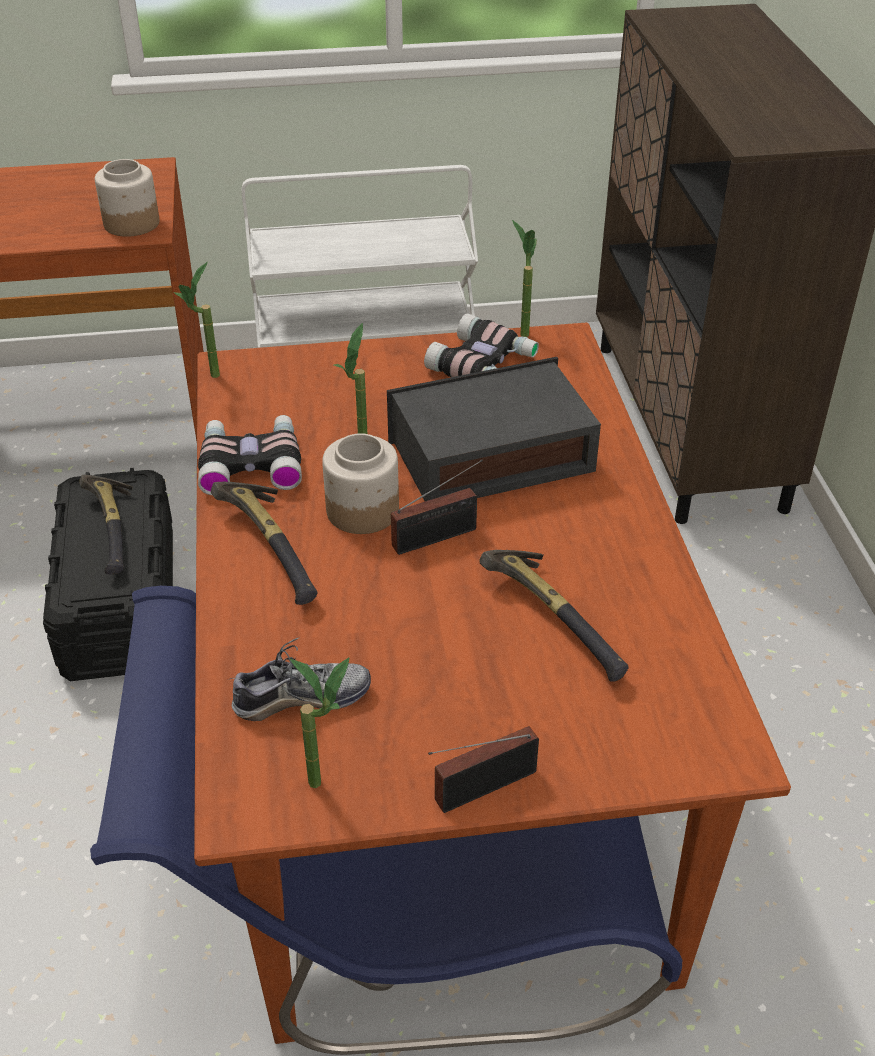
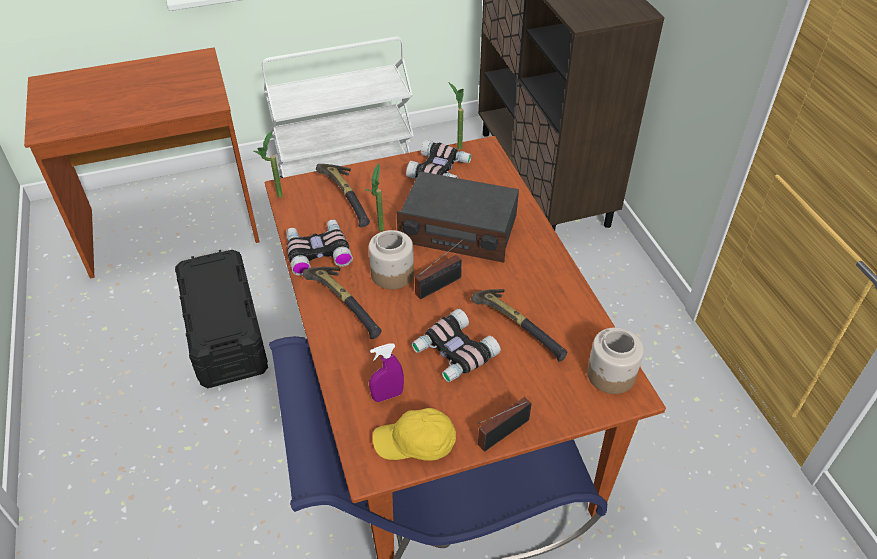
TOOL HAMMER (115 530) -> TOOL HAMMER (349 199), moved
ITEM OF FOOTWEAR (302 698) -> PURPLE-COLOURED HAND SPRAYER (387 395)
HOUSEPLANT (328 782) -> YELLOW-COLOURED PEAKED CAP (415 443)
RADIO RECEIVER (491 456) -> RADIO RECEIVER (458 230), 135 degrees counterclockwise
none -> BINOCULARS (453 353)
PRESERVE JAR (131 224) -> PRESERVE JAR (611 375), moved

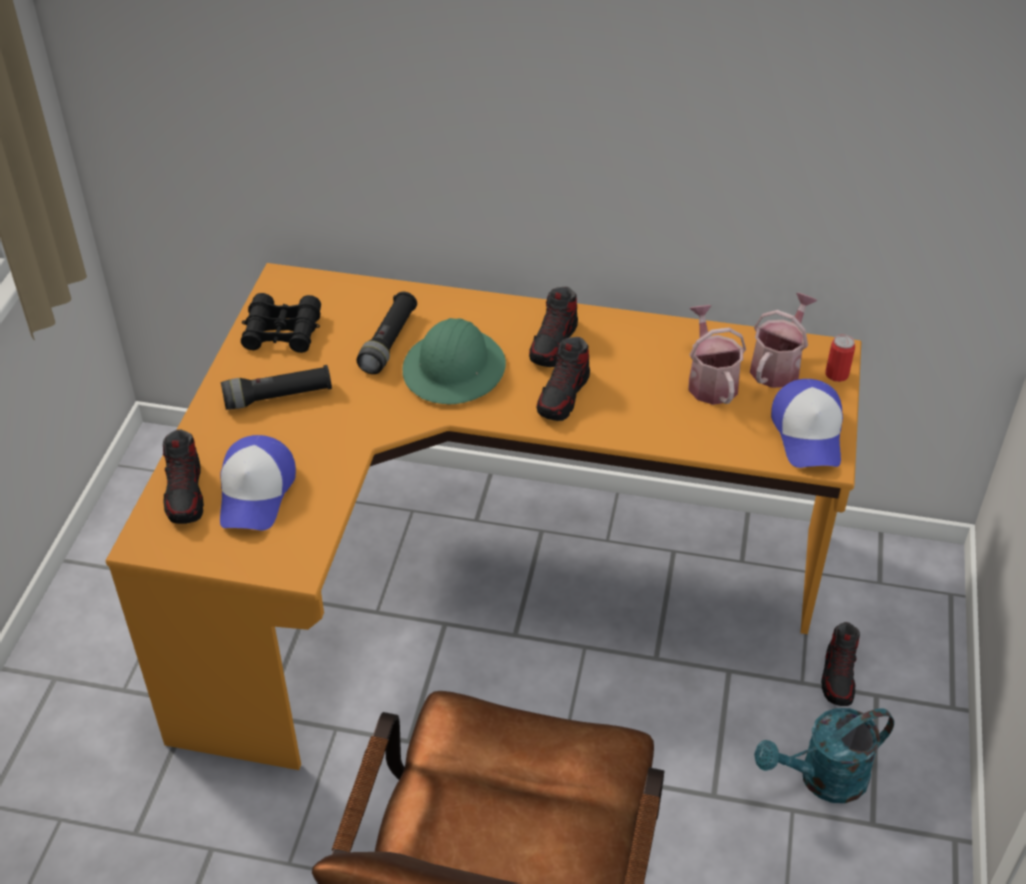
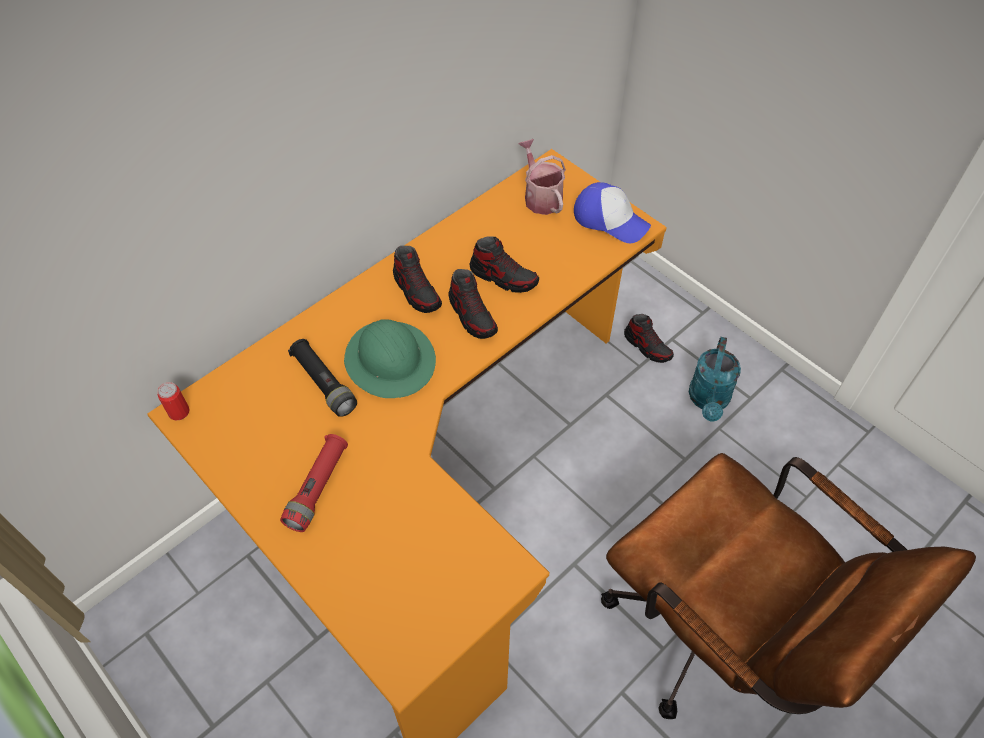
METAL CAN (836 374) -> METAL CAN (179 412), moved
BLACKISH TORCH (278 397) -> REDDISH TORCH (318 488)
ITEM OF FOOTWEAR (185 494) -> ITEM OF FOOTWEAR (503 277), moved
PEAKED CAP (256 493) -> none
BLACKISH BINOCULARS (282 332) -> none
WATERING POT (710 381) -> none

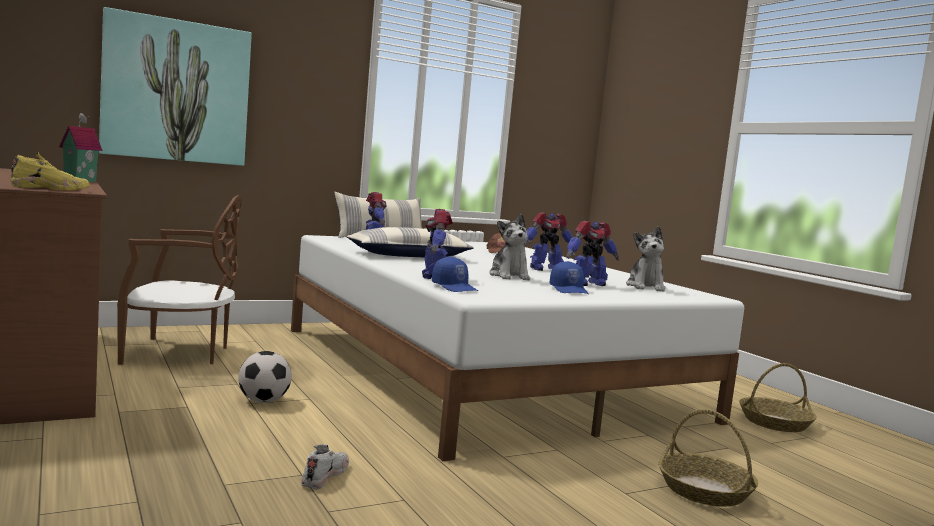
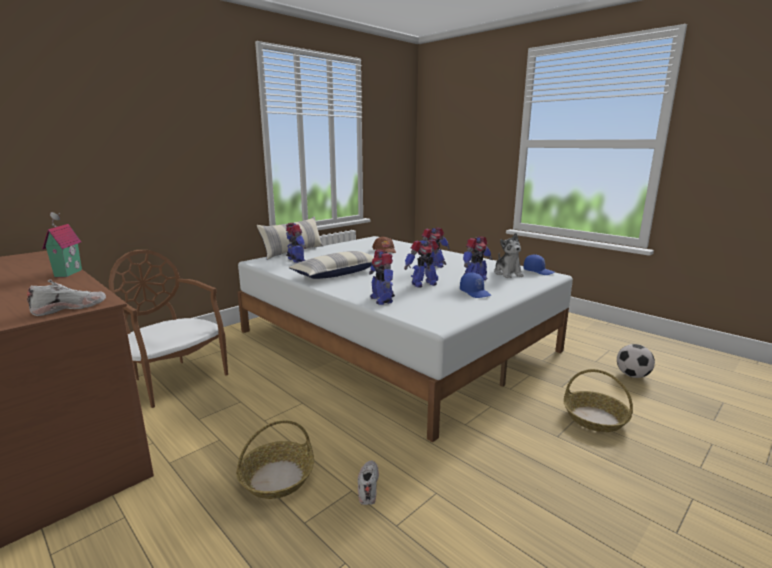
YELLOW-COLOURED ITEM OF FOOTWEAR (50 189) -> WHITISH ITEM OF FOOTWEAR (70 308)
BROWN CHAIR (180 353) -> BROWN CHAIR (175 379), 120 degrees counterclockwise
STORAGE BASKET (775 422) -> STORAGE BASKET (277 477), moved
PLUSH TOY (509 276) -> TOY ROBOT (423 284)
BLUISH PEAKED CAP (455 288) -> BLUISH PEAKED CAP (538 271), moved
FOOTBALL BALL (263 401) -> FOOTBALL BALL (632 375), moved
PICTURE (176 91) -> none

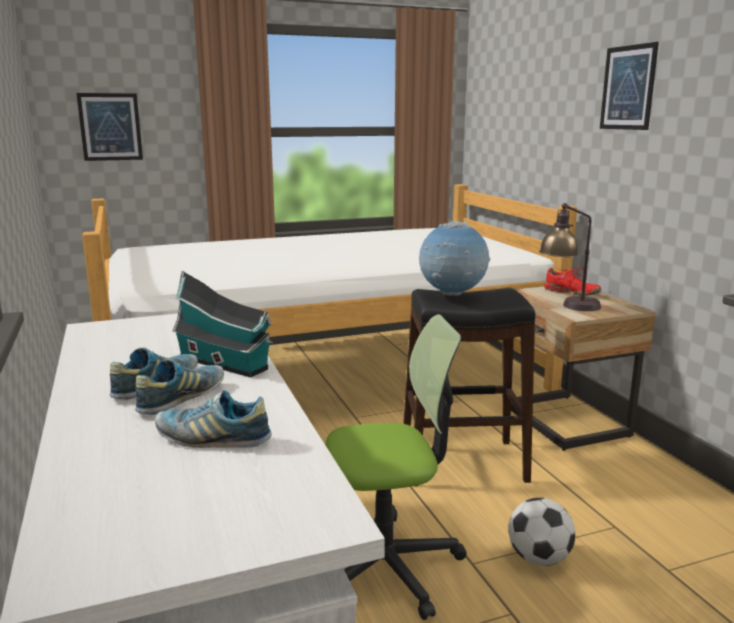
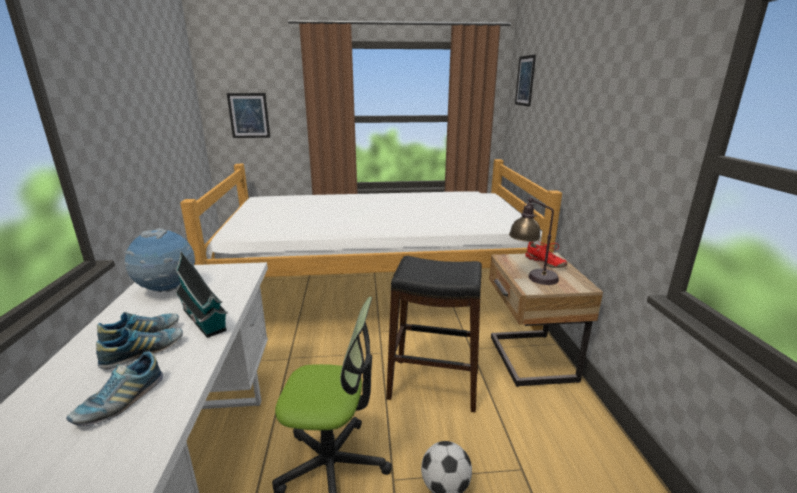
ITEM OF FOOTWEAR (212 439) -> ITEM OF FOOTWEAR (121 402), 90 degrees counterclockwise
GLOBE (452 295) -> GLOBE (168 290), moved
PICTURE (628 88) -> PICTURE (525 81), moved

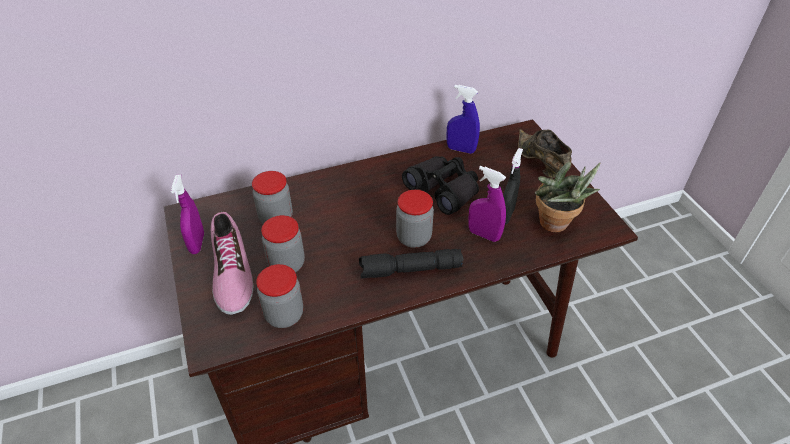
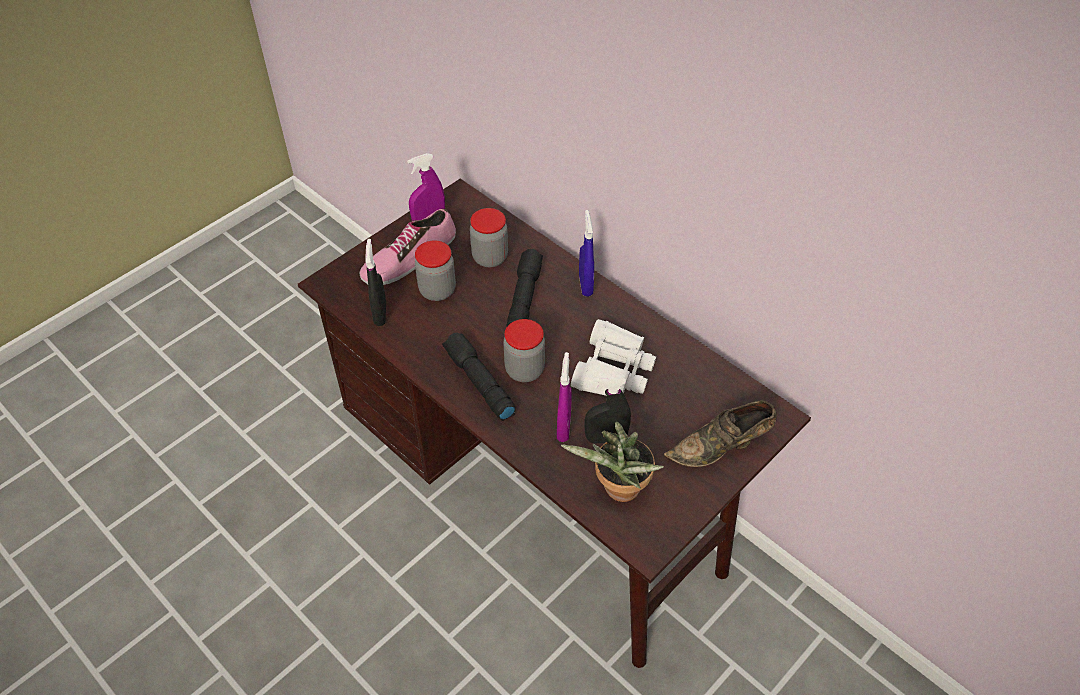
PRESERVE JAR (284 315) -> BLACKISH HAND SPRAYER (380 314)
none -> BLACKISH TORCH (523 298)
BLACKISH BINOCULARS (443 189) -> WHITISH BINOCULARS (613 370)
BLUISH HAND SPRAYER (461 149) -> BLUISH HAND SPRAYER (585 285), moved
BROWN ITEM OF FOOTWEAR (540 164) -> BROWN ITEM OF FOOTWEAR (721 448), 150 degrees counterclockwise

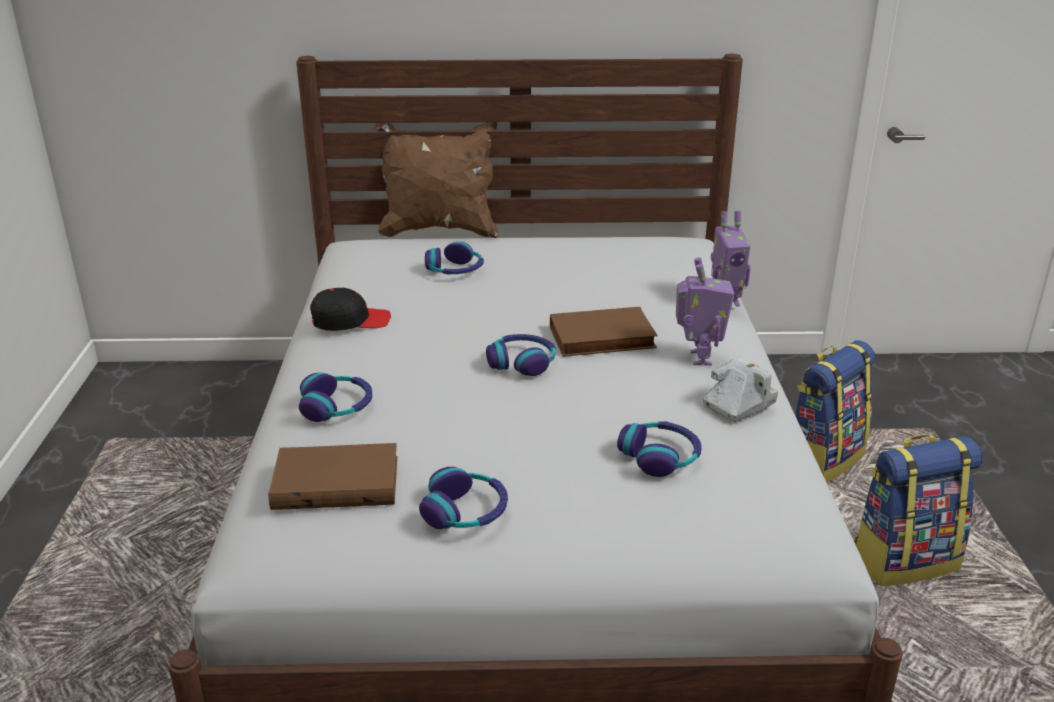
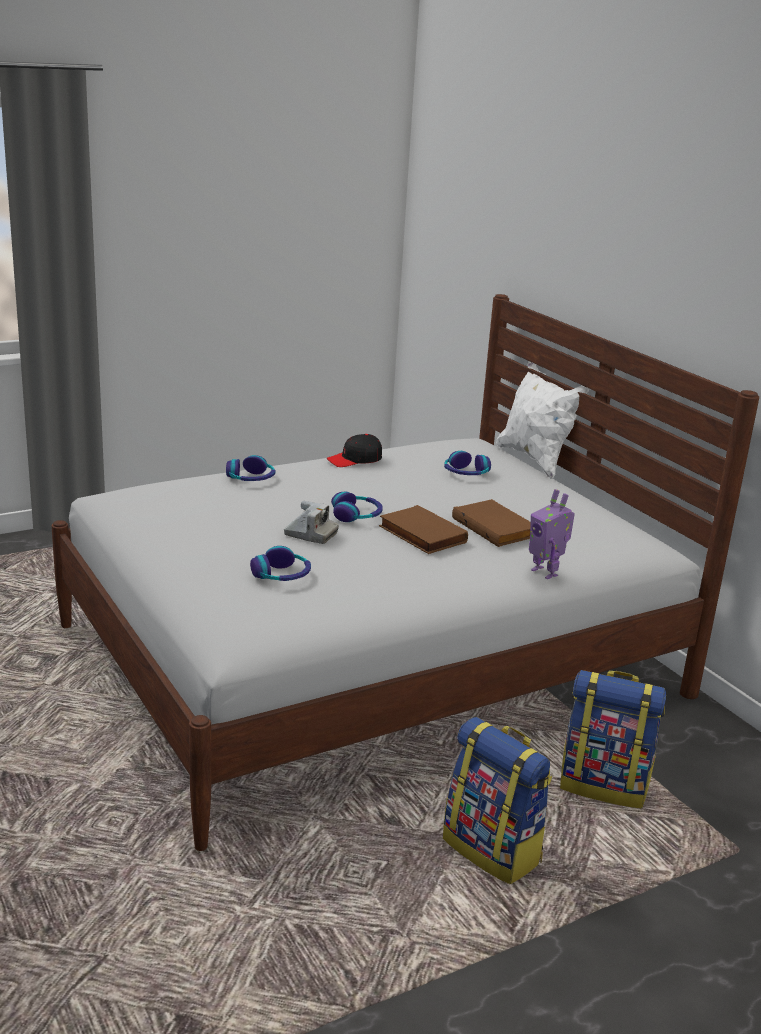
PHOTO CAMERA (739 404) -> PHOTO CAMERA (310 534), moved
BLACKISH PEAKED CAP (350 321) -> BLACKISH PEAKED CAP (355 460), 105 degrees clockwise
BROWN BOUND BOOK (337 481) -> BROWN BOUND BOOK (496 527), moved
BROWN THROW PILLOW (439 230) -> WHITISH THROW PILLOW (535 460)
HEADSET (465 512) -> none
TOY ROBOT (698 358) -> none

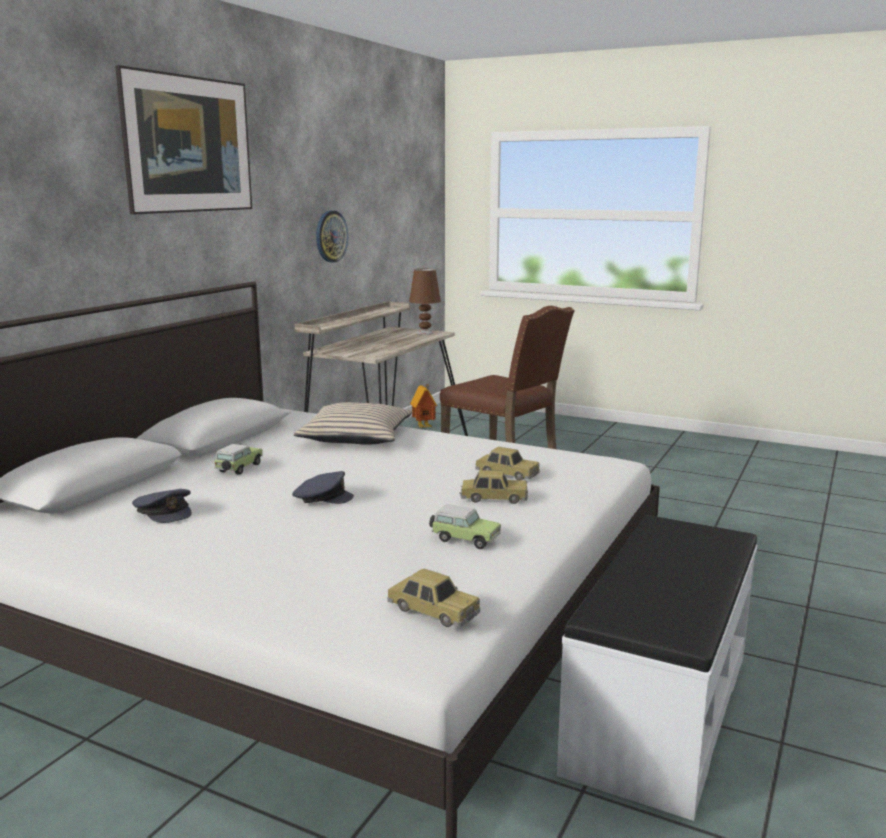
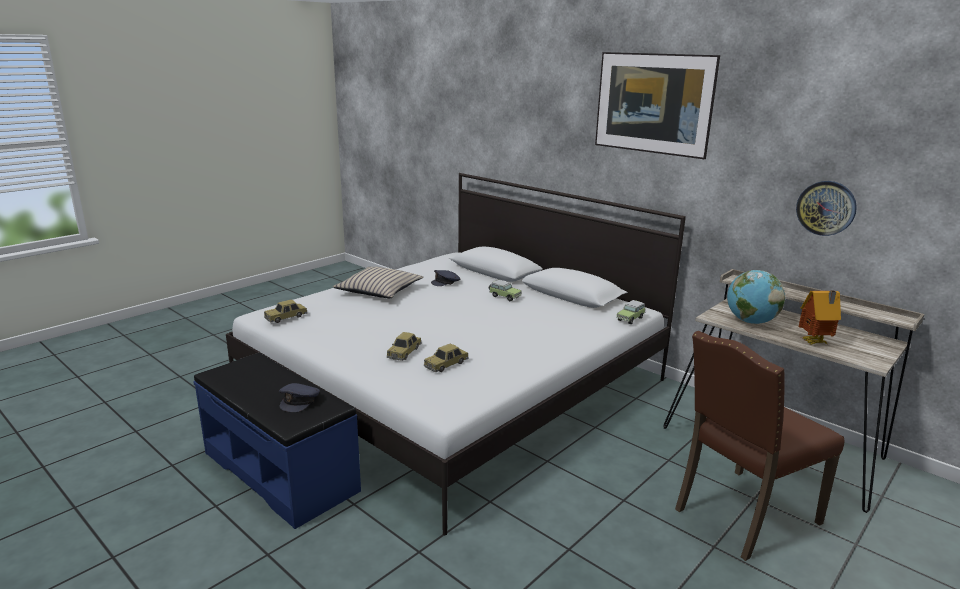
WHITISH BENCH (657 711) -> BLUISH BENCH (281 471)
GREYISH PEAKED CAP (322 498) -> GREYISH PEAKED CAP (299 401), moved
BEIGE-COLOURED THROW PILLOW (356 437) -> BEIGE-COLOURED THROW PILLOW (379 291), moved
MODEL CAR (464 539) -> MODEL CAR (631 318), moved
none -> GLOBE (750 322)
TOY HOUSE (424 427) -> TOY HOUSE (815 343), moved
BROWN TABLETOP LAMP (425 333) -> none

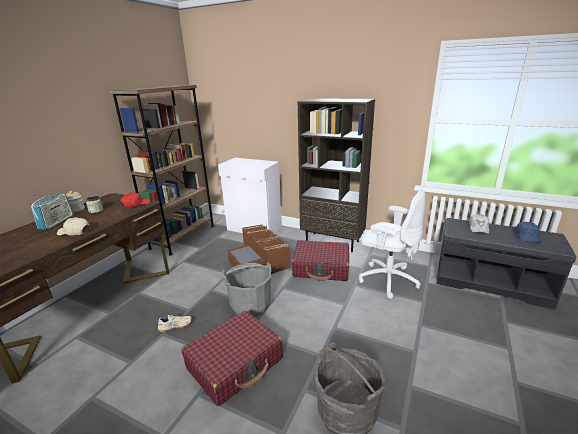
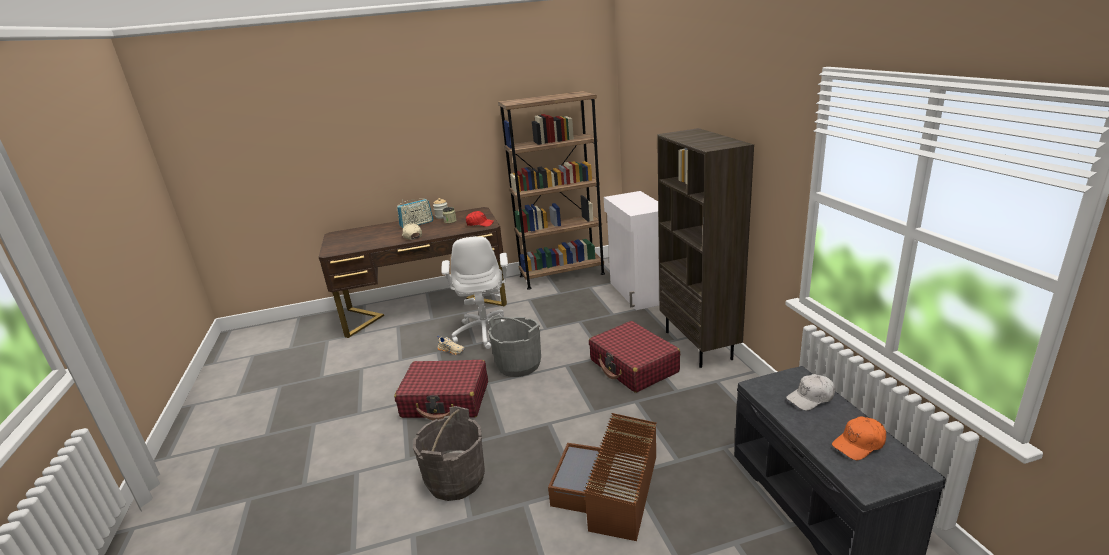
WHITISH DESK CHAIR (387 279) -> WHITISH DESK CHAIR (485 331), moved
BROWN STORAGE CONTAINER (260 260) -> BROWN STORAGE CONTAINER (610 490), moved
BLUISH PEAKED CAP (527 236) -> ORANGE-COLOURED PEAKED CAP (859 444)

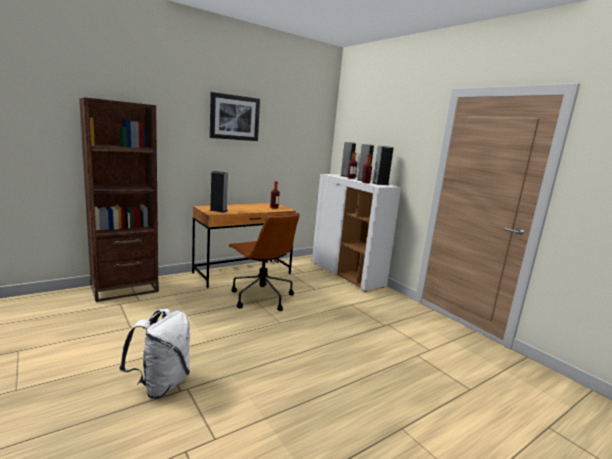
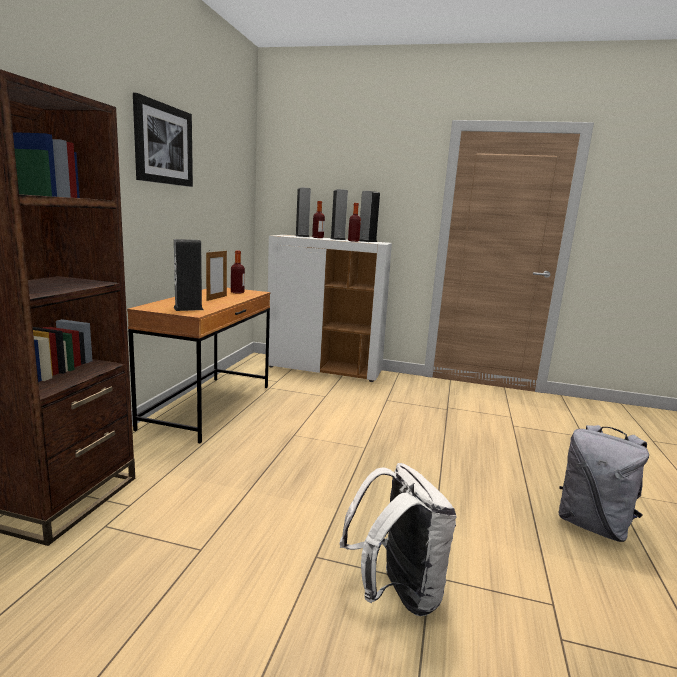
none -> STANDING FRAME (216 298)
none -> GREYISH RUCKSACK (593 525)
BROWN DESK CHAIR (261 297) -> none

